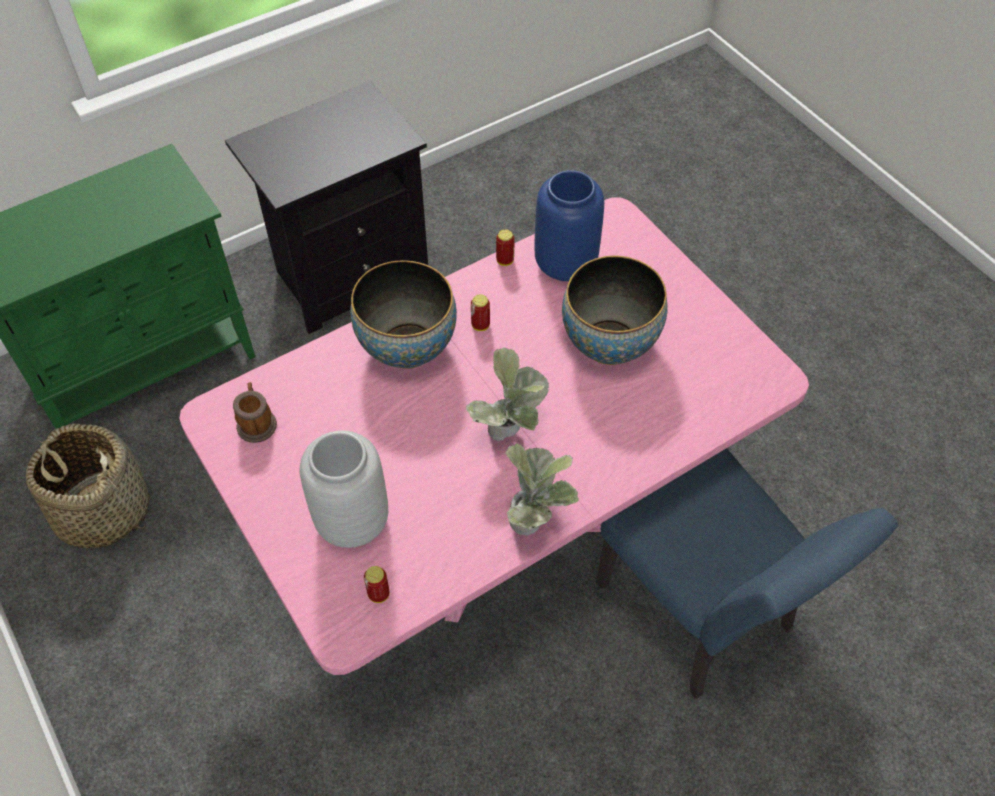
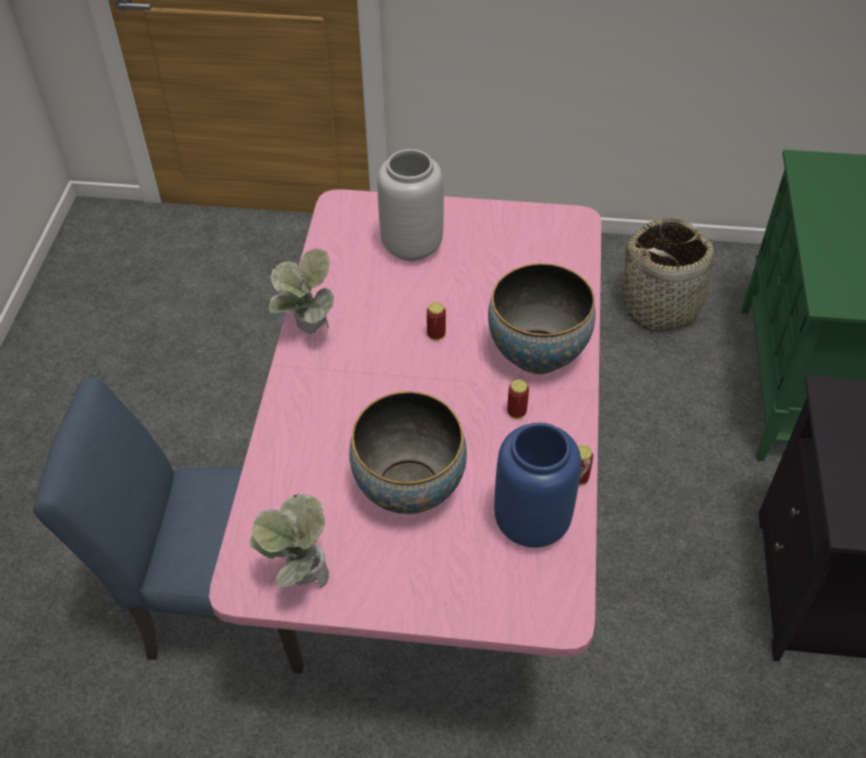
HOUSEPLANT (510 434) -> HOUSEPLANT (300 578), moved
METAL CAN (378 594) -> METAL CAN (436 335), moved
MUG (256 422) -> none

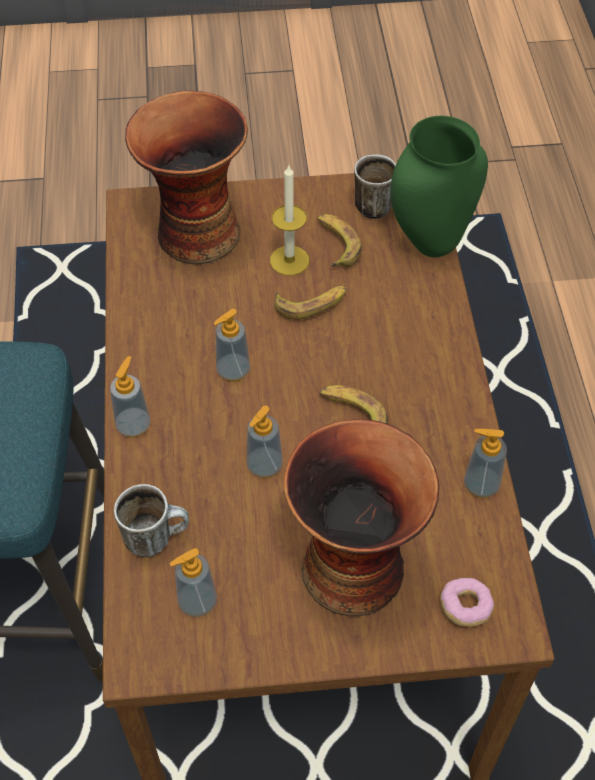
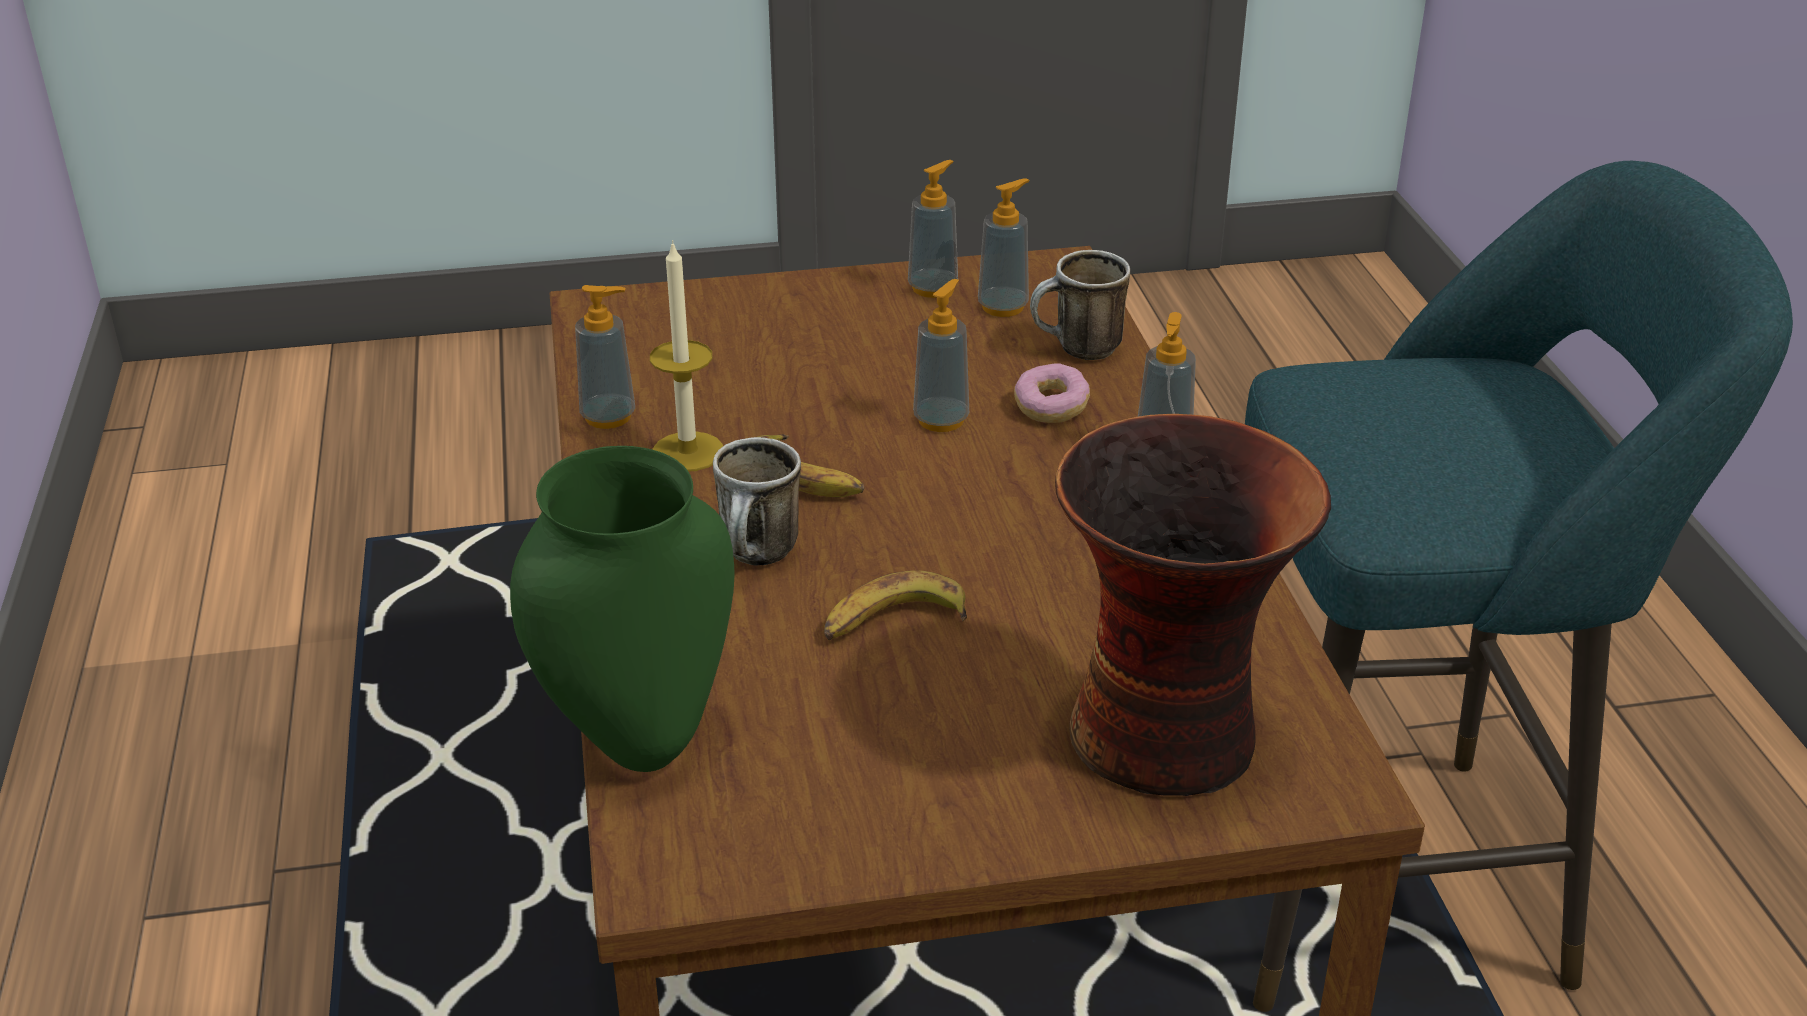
WAX LIGHT (289 260) -> WAX LIGHT (688 452), moved
MUG (373 203) -> MUG (760 558), moved
SOAP BOTTLE (233 370) -> SOAP BOTTLE (933 288), moved
DOUGHNUT (465 607) -> DOUGHNUT (1051 408), moved
VASE (353 565) -> none
BANANA FRUIT (336 244) -> none

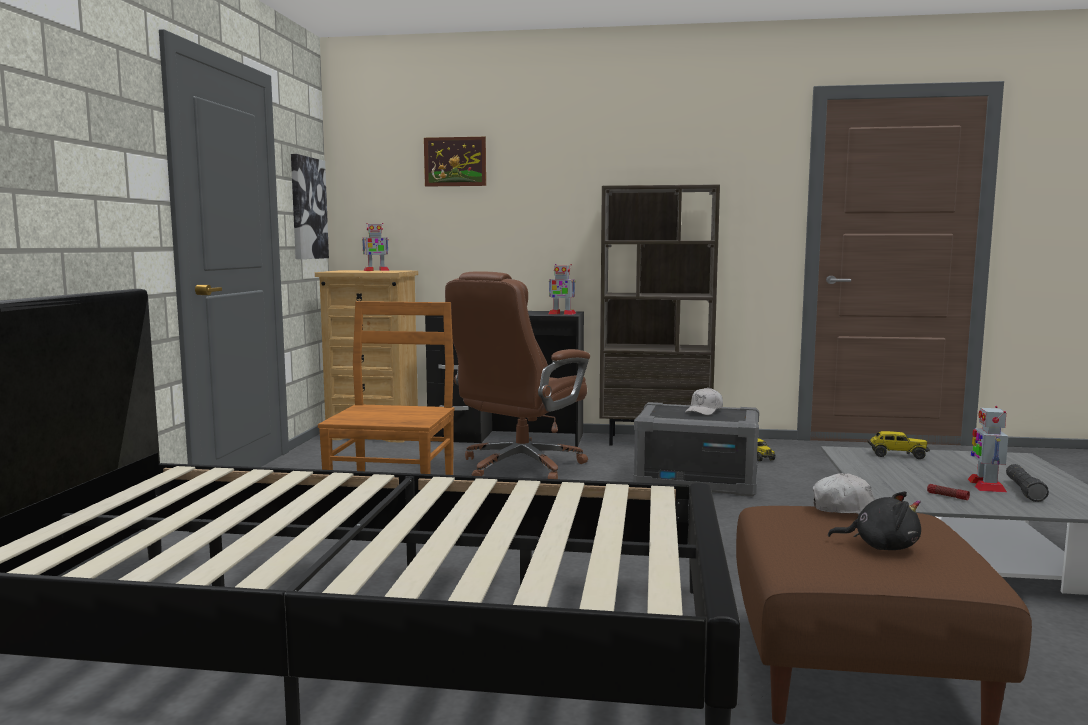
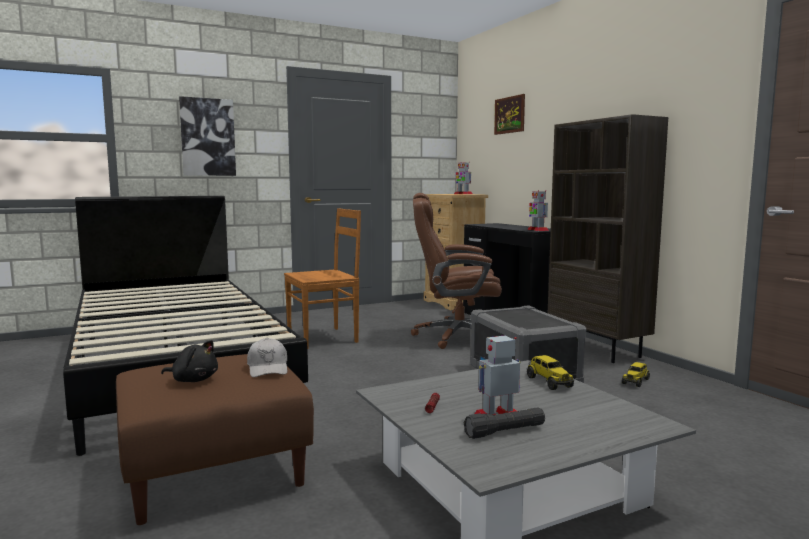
BLACKISH PLUSH TOY (880 546) -> BLACKISH PLUSH TOY (193 380), 60 degrees counterclockwise
PICTURE (307 208) -> PICTURE (207 137), moved
WHITISH PEAKED CAP (704 411) -> none

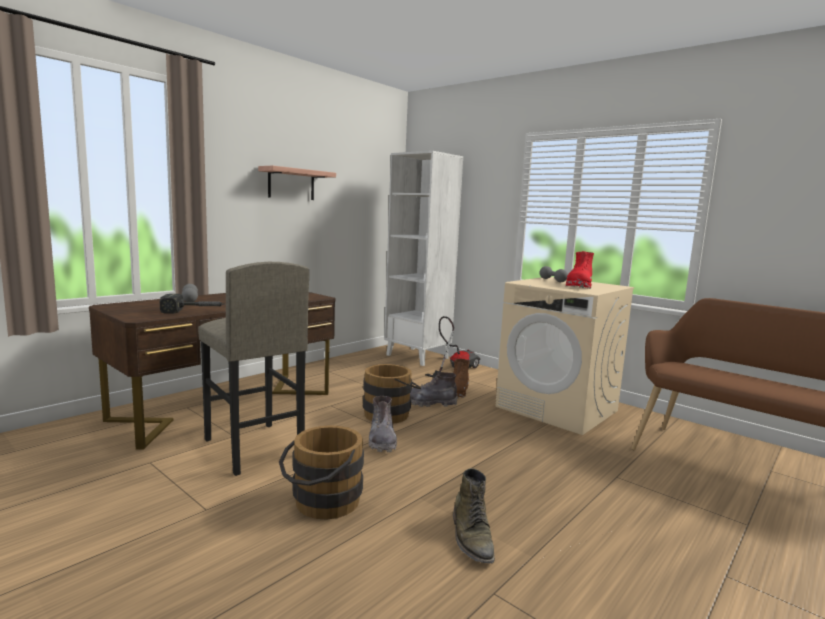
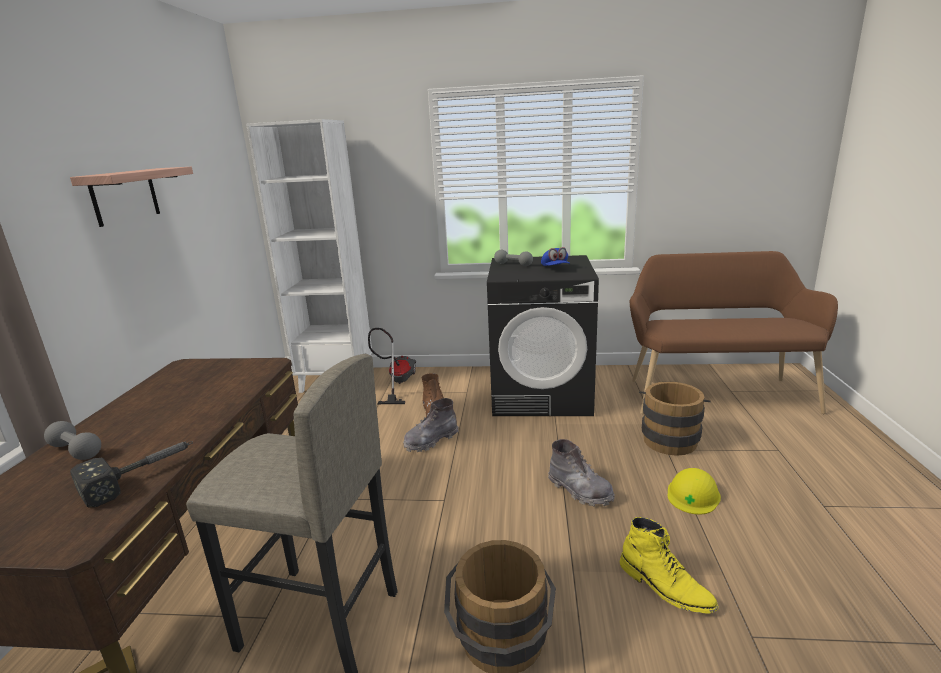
BEIGE-COLOURED LAUNDRY APPLIANCE (557 409) -> BLACKISH LAUNDRY APPLIANCE (541 394)
REDDISH BOOT (579 286) -> BLUISH PEAKED CAP (555 268)
GREYISH BOOT (382 441) -> GREYISH BOOT (580 491), moved
GREEN BOOT (471 537) -> YELLOW-COLOURED BOOT (665 587)
BROWN WATER BUCKET (390 414) -> BROWN WATER BUCKET (670 438), moved
none -> YELLOW-COLOURED SAFETY HELMET (693 495)

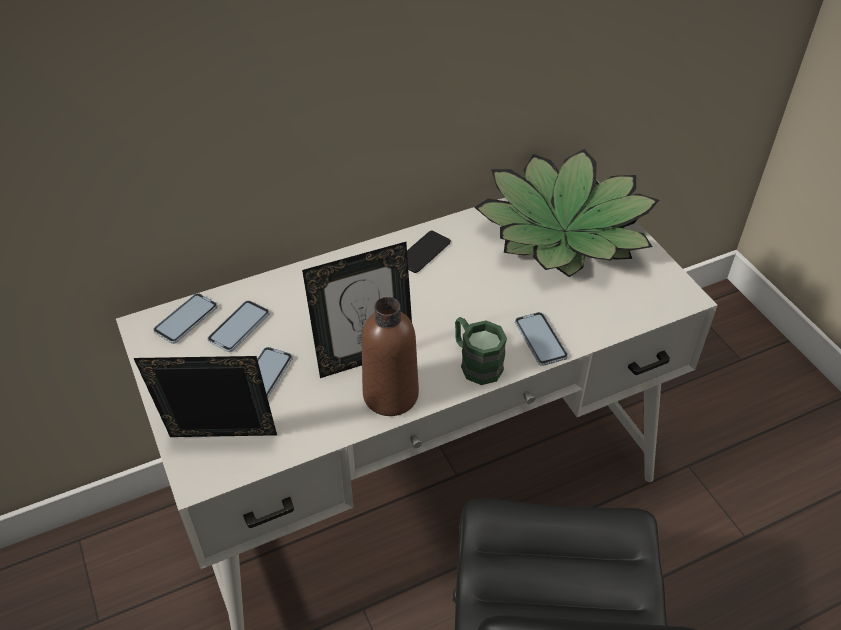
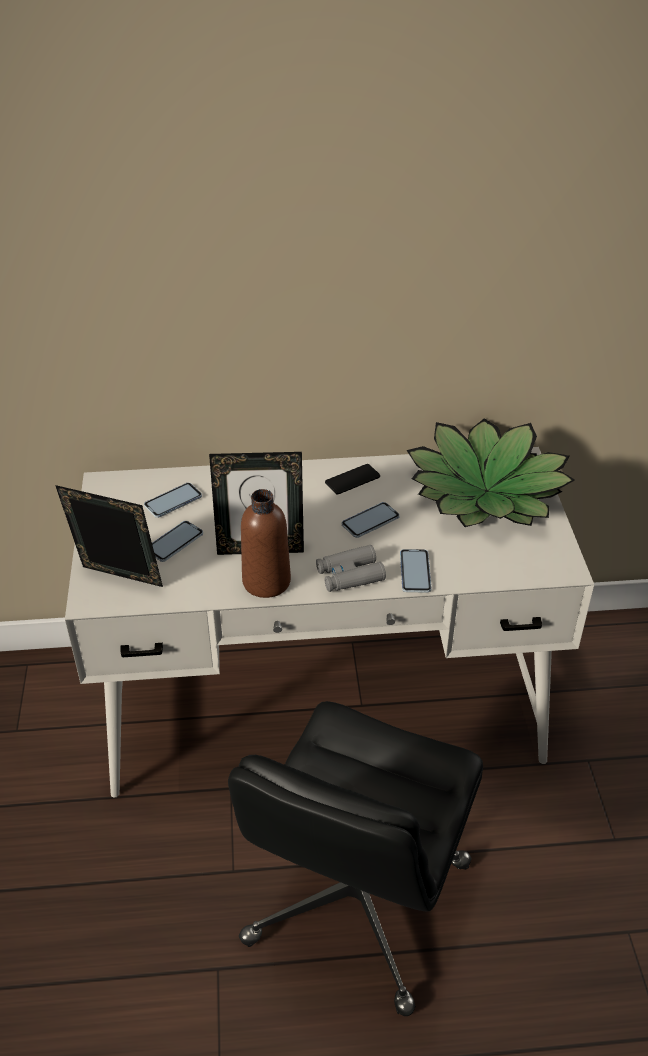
GREEN MUG (475 362) -> GREYISH BINOCULARS (349 575)
PHONE (186 319) -> PHONE (370 521), moved

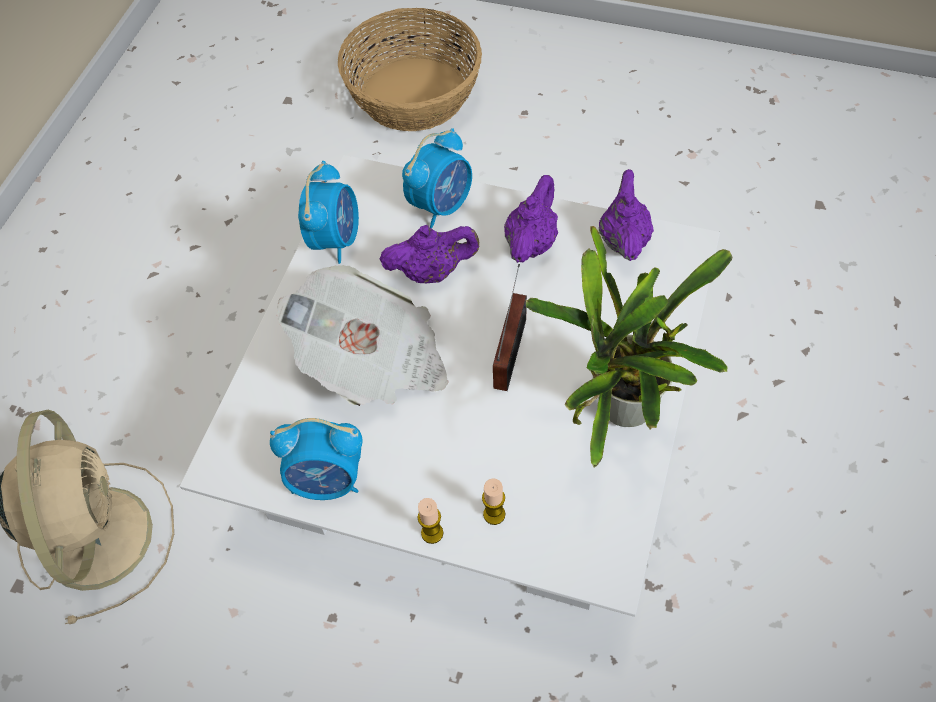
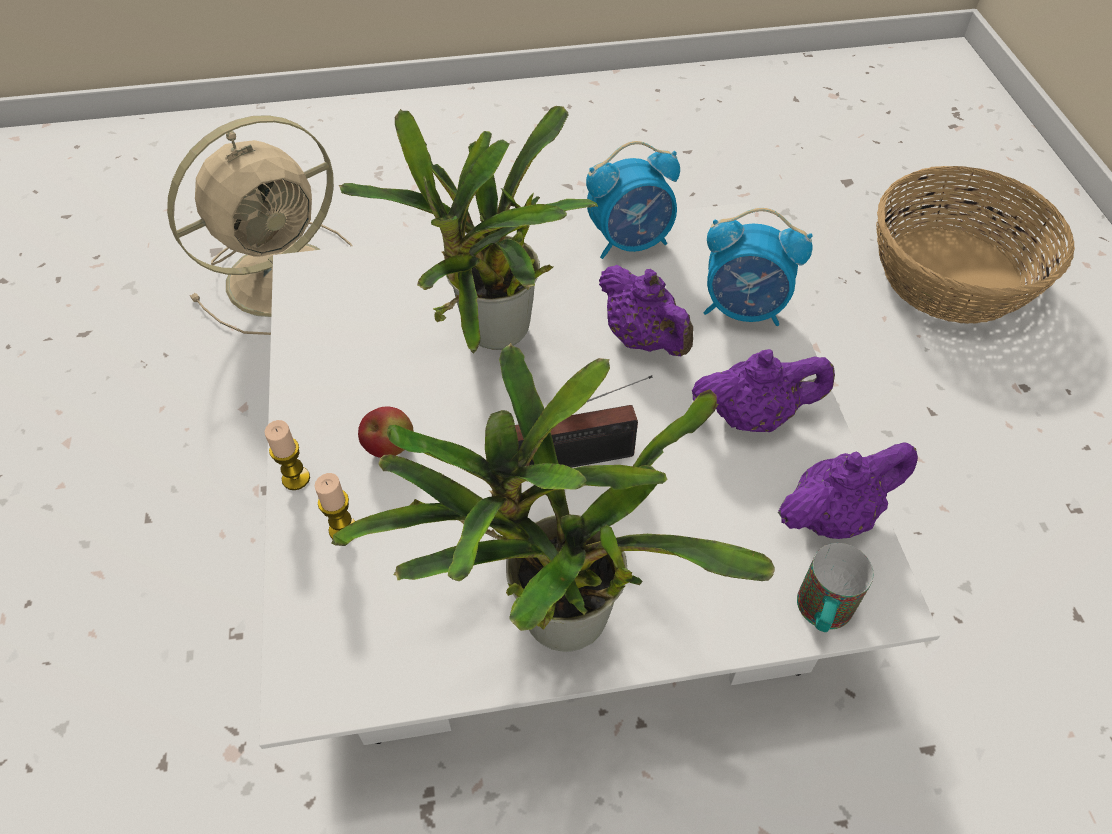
PRINTED PAPER (373 361) -> HOUSEPLANT (492 337)
none -> APPLE FRUIT (389 447)
none -> MUG (821 615)
BEDSIDE CLOCK (327 480) -> none

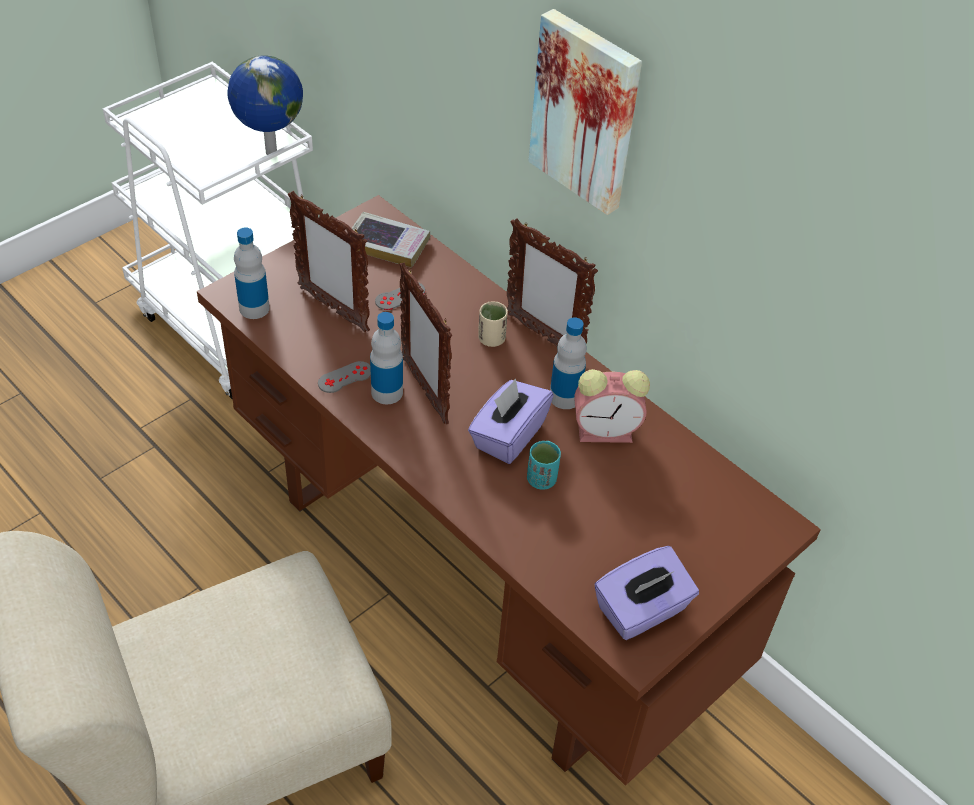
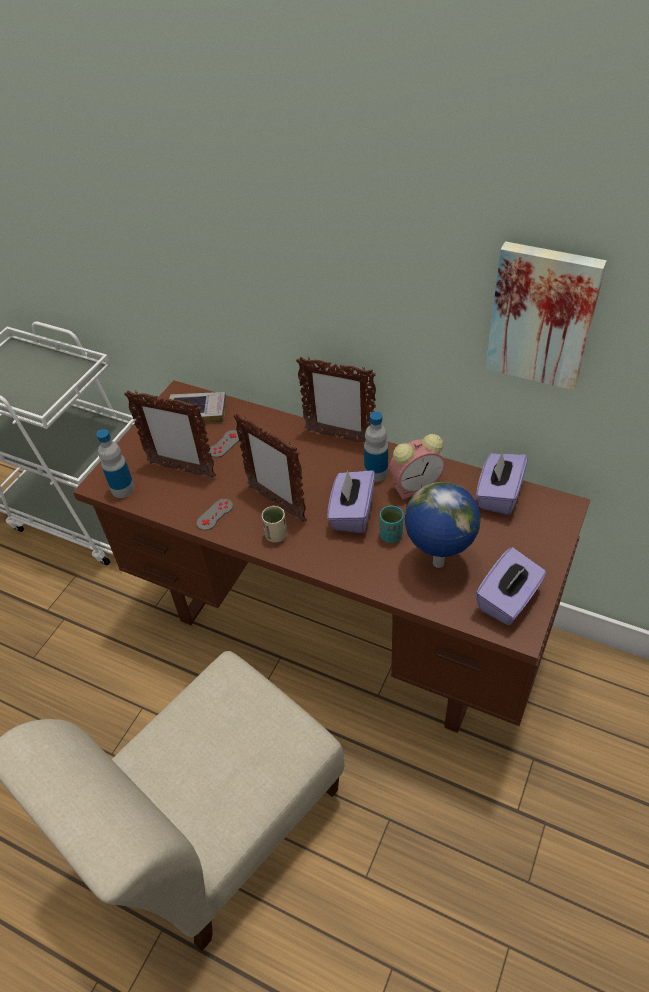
BEIGE-COLOURED DRINKING CUP (491 339) -> BEIGE-COLOURED DRINKING CUP (276 535), moved
GLOBE (270 153) -> GLOBE (437 564), moved
none -> PURPLE-COLOURED BOX OF TISSUES (498 495)
PICTURE (587 111) -> PICTURE (542 315), moved
BOTTLE (387 392) -> none

